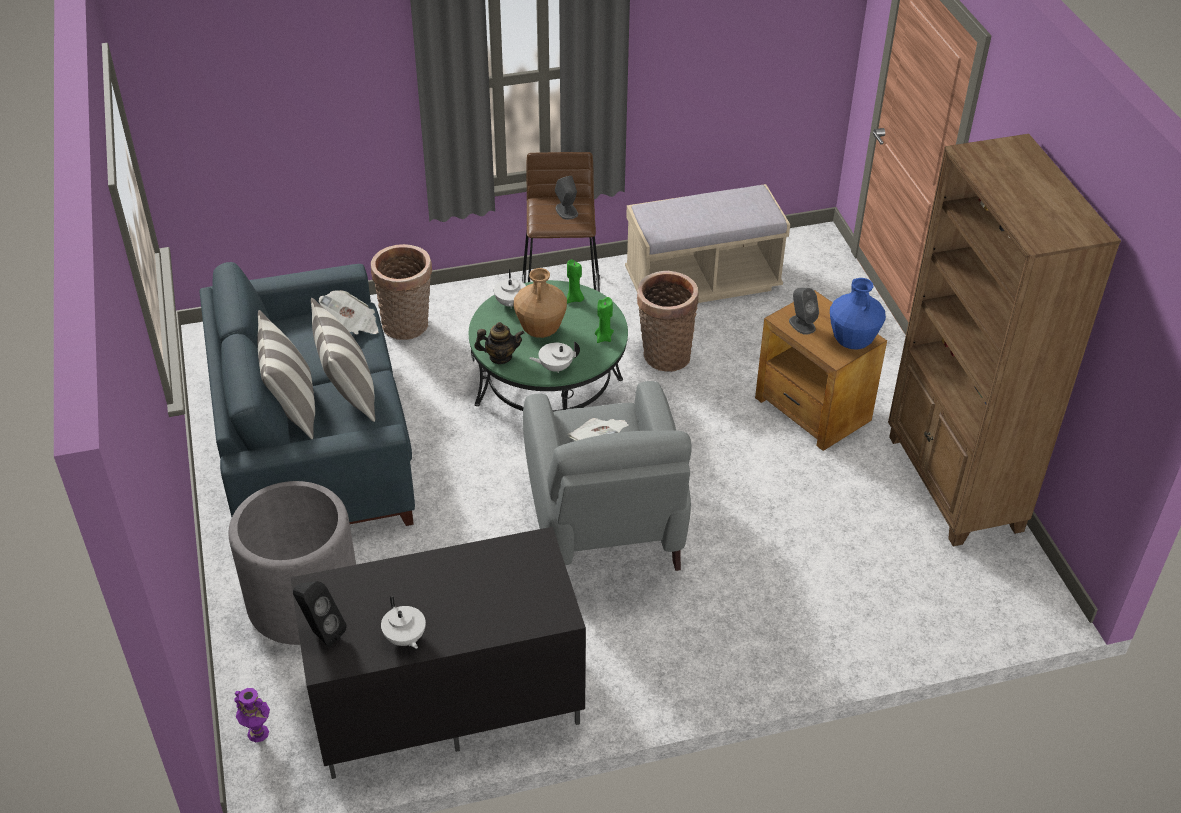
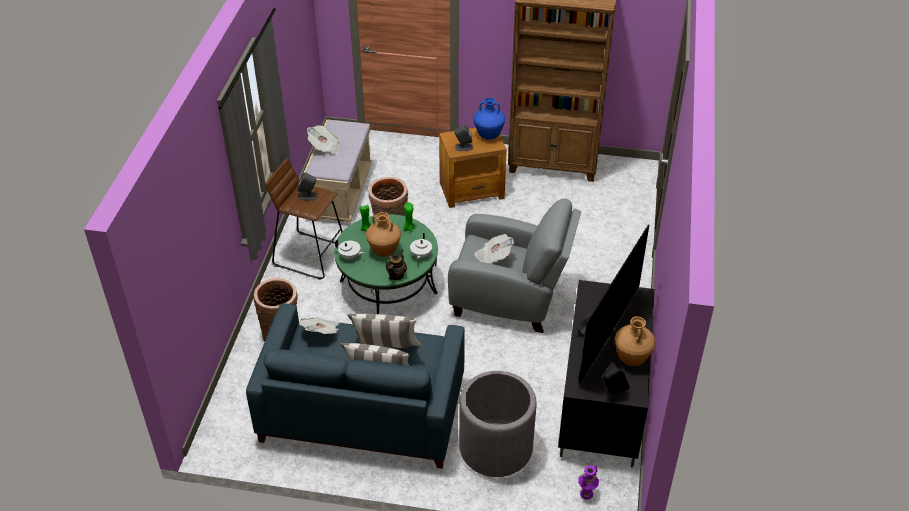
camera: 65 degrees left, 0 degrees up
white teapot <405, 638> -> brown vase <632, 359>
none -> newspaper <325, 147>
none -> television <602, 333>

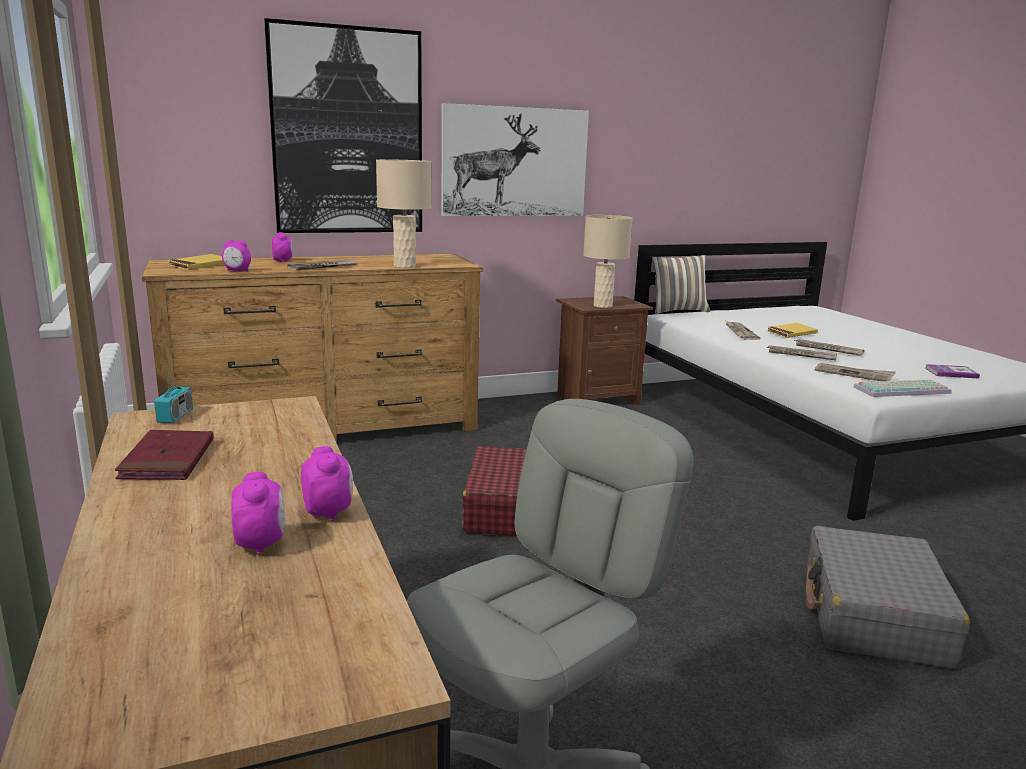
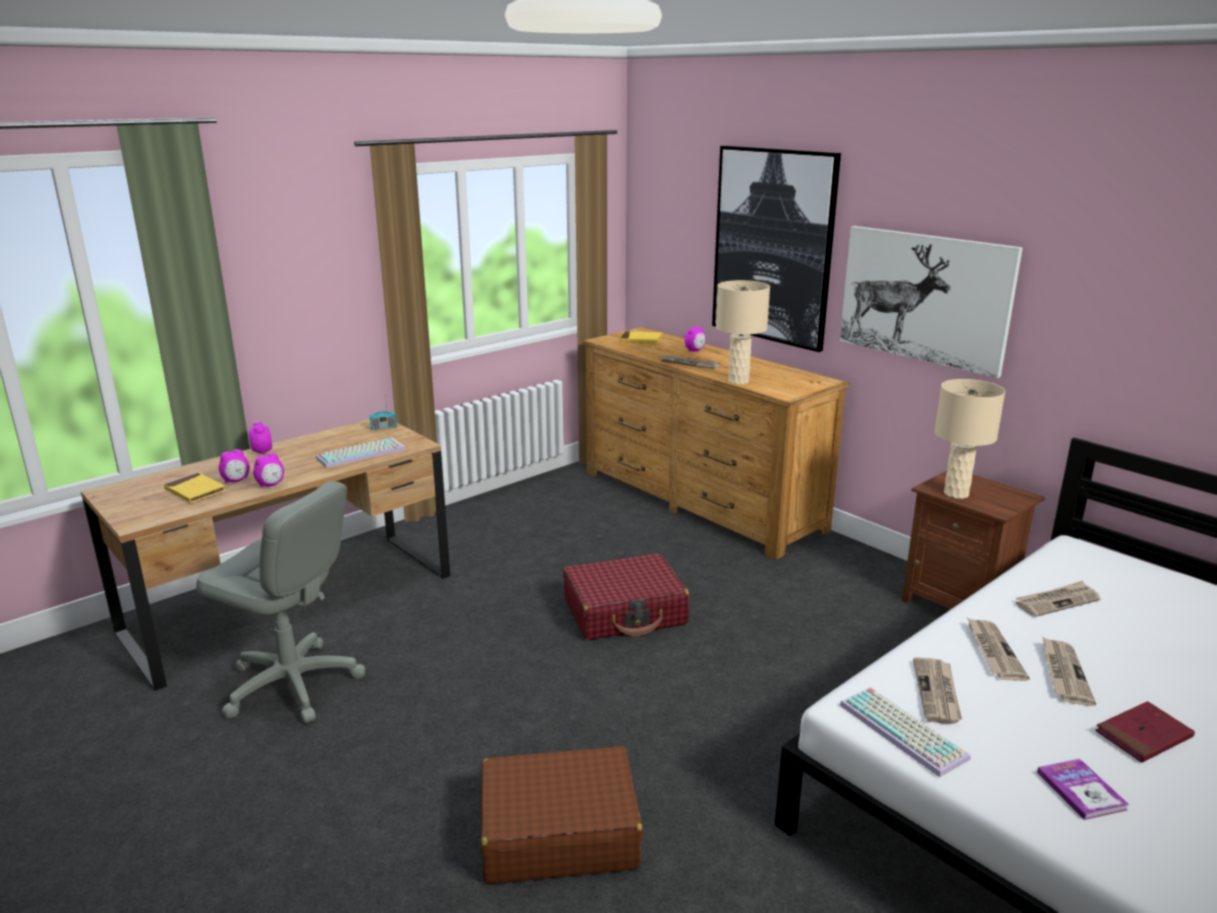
camera: 70 degrees right, 5 degrees up
red book <168, 460> -> red book <1143, 735>, moved
alarm clock <237, 271> -> alarm clock <261, 452>, moved
pillow <677, 311> -> none
yellow book <791, 333> -> yellow book <195, 491>, moved
grey suitcase <873, 615> -> brown suitcase <558, 832>
none -> keyboard <362, 453>

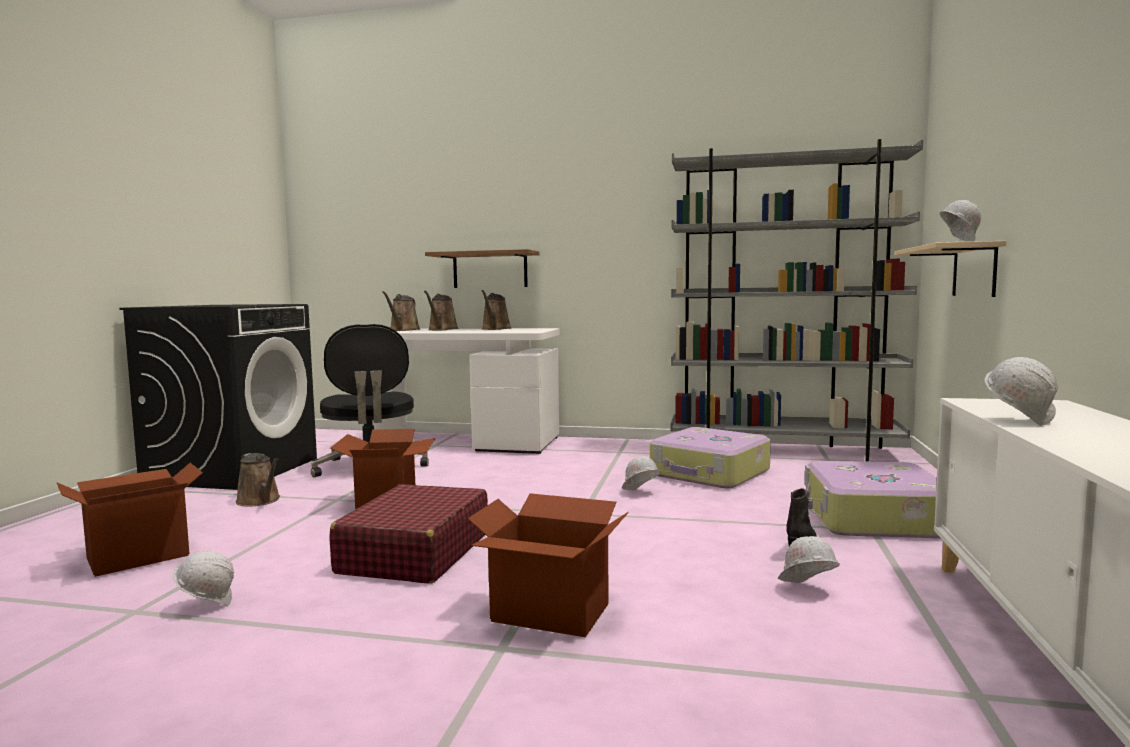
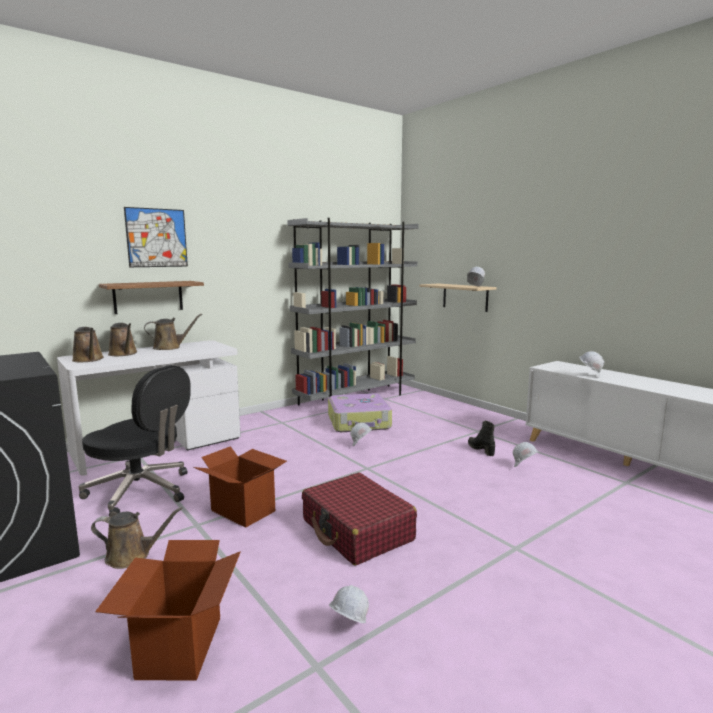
camera: 50 degrees left, 5 degrees up
cardboard box <550, 613> -> none
brown watering can <495, 329> -> brown watering can <169, 347>, 75 degrees counterclockwise
suitcase <873, 518> -> none
none -> picture <156, 238>

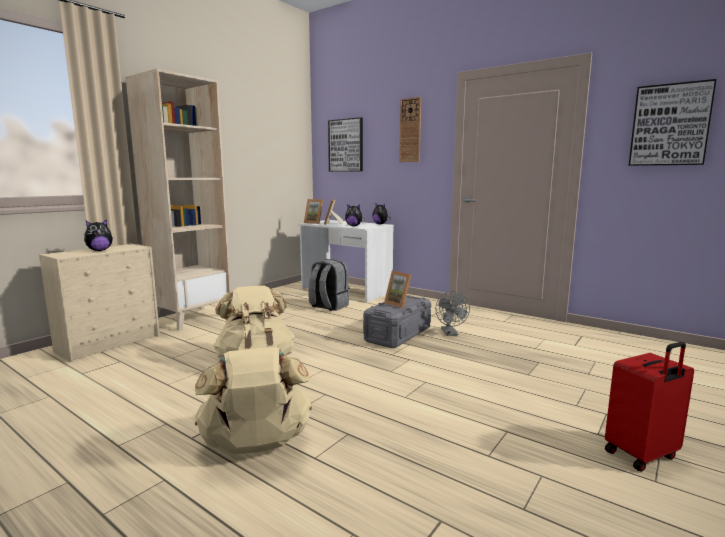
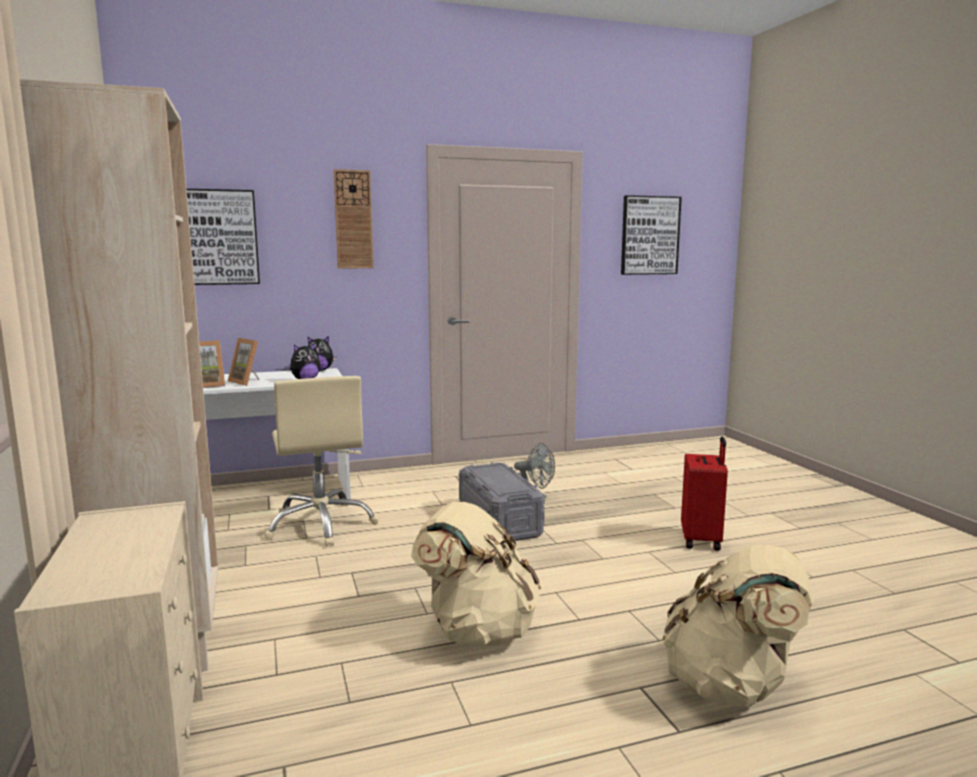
camera: 55 degrees left, 0 degrees up
plush toy <99, 250> -> none
grey backpack <328, 306> -> beige office chair <321, 524>
picture frame <399, 304> -> none
red suitcase <642, 455> -> red suitcase <702, 540>, moved

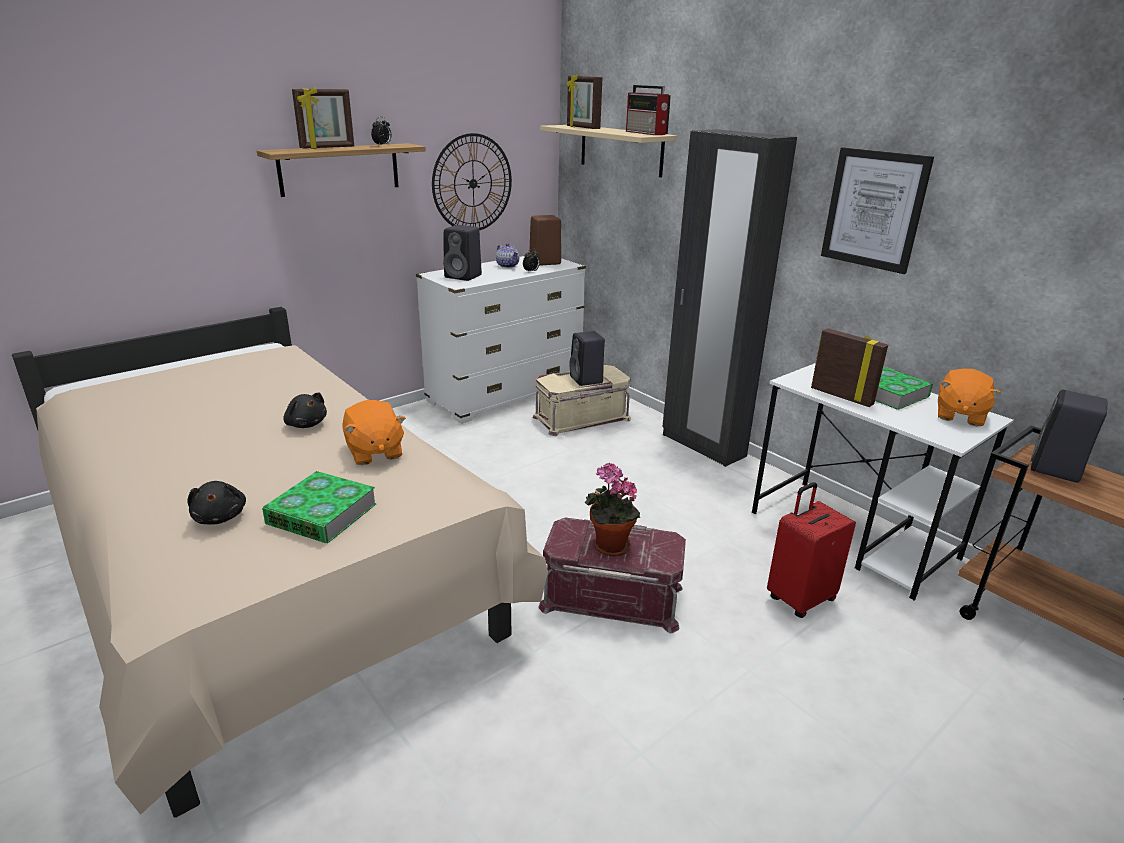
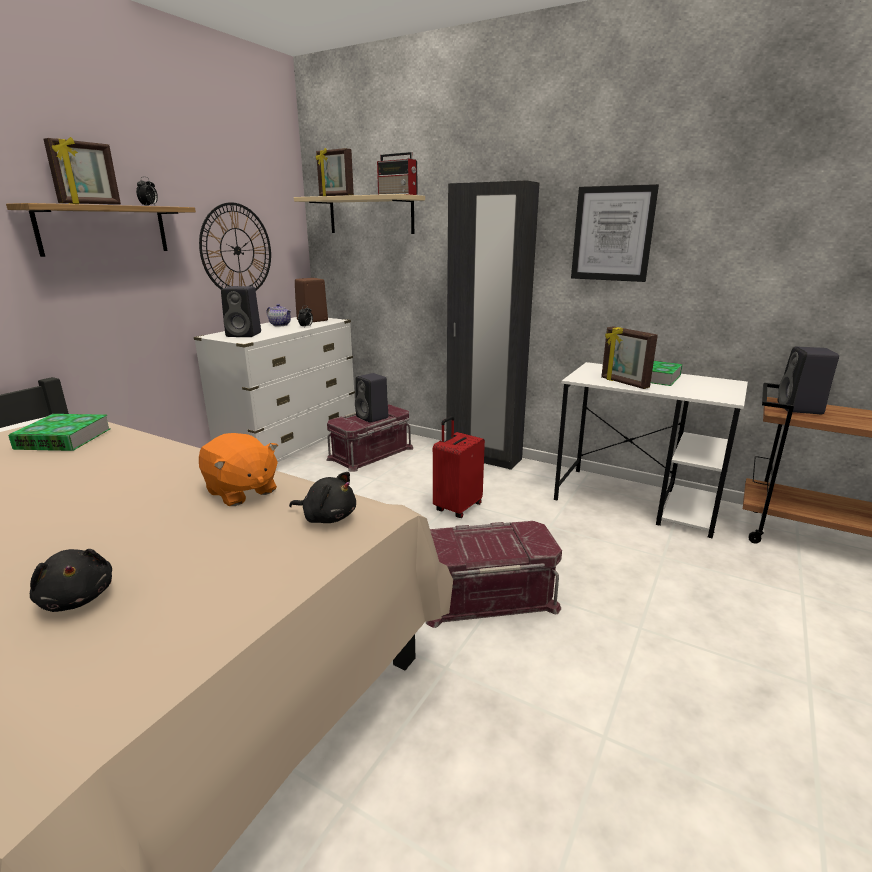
camera: 20 degrees left, 5 degrees down
book <322, 514> -> book <63, 439>, moved
black plush toy <306, 424> -> black plush toy <327, 517>, moved
beige storage box <582, 418> -> red storage box <371, 454>
potted plant <608, 547> -> none
red suitcase <799, 598> -> red suitcase <457, 507>, moved
picture frame <842, 396> -> picture frame <624, 383>, 150 degrees counterclockwise
orange plush toy <959, 415> -> none

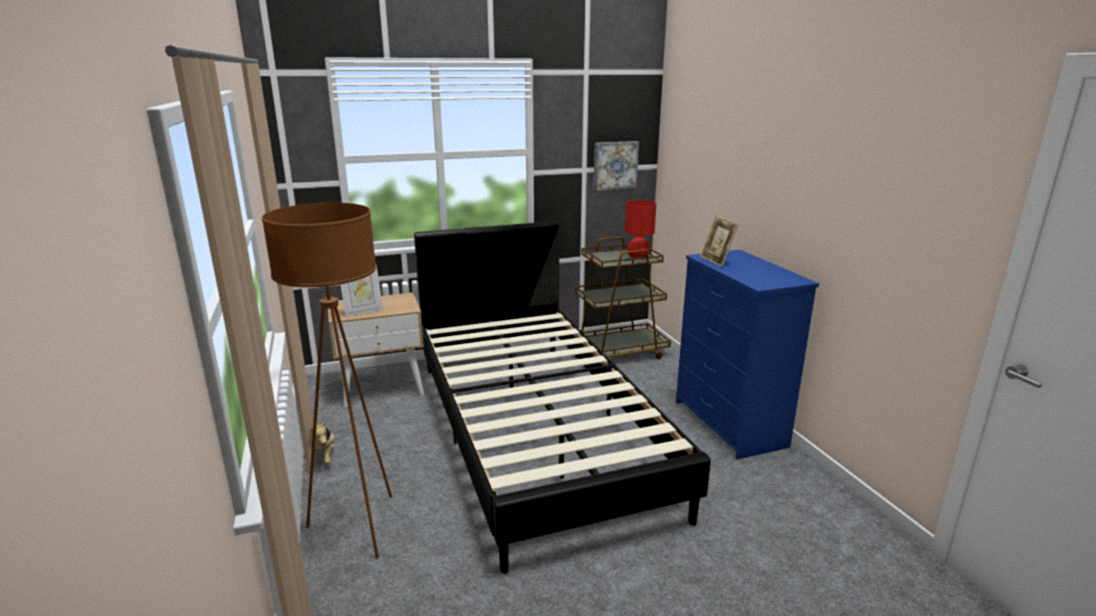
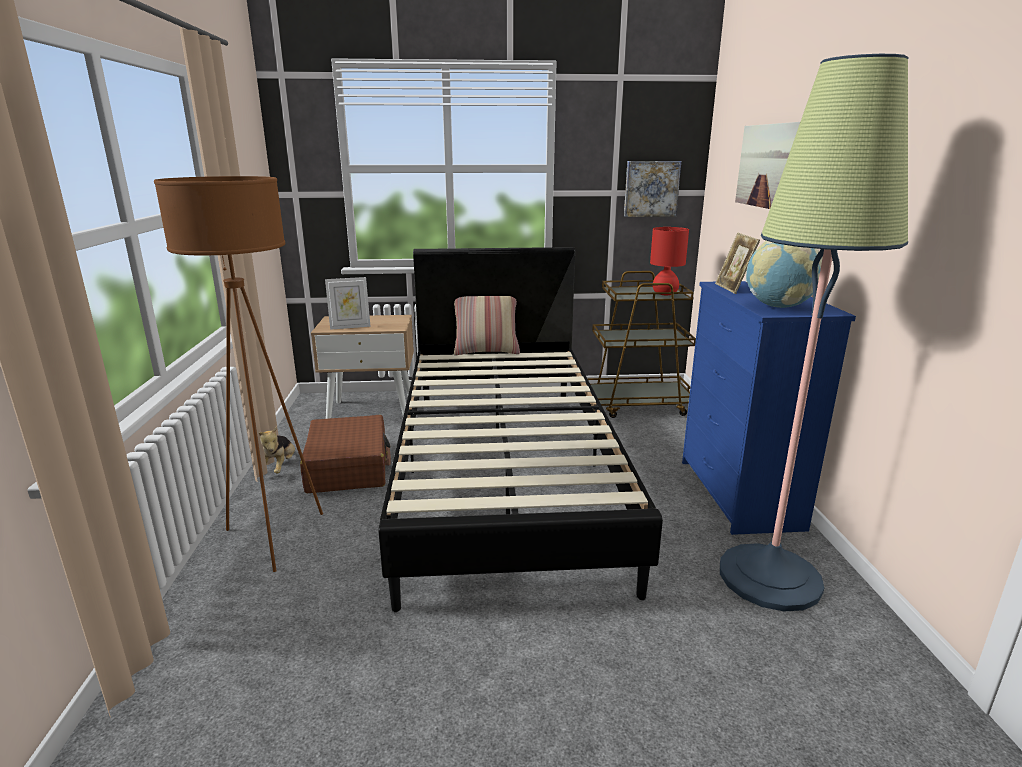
camera: 15 degrees right, 0 degrees up
none -> brown suitcase <348, 467>
none -> pillow <486, 352>
none -> floor lamp <769, 577>
none -> picture <767, 166>
none -> globe <778, 307>

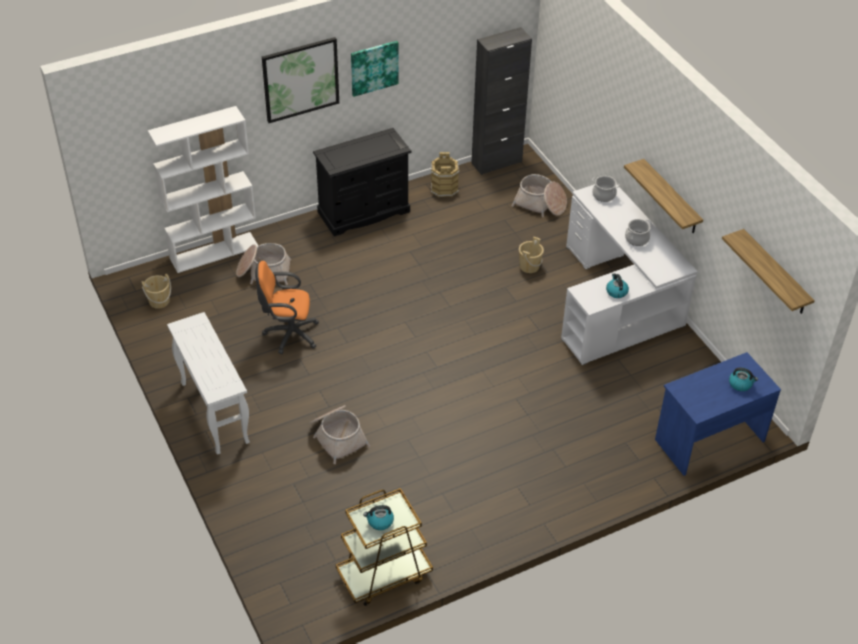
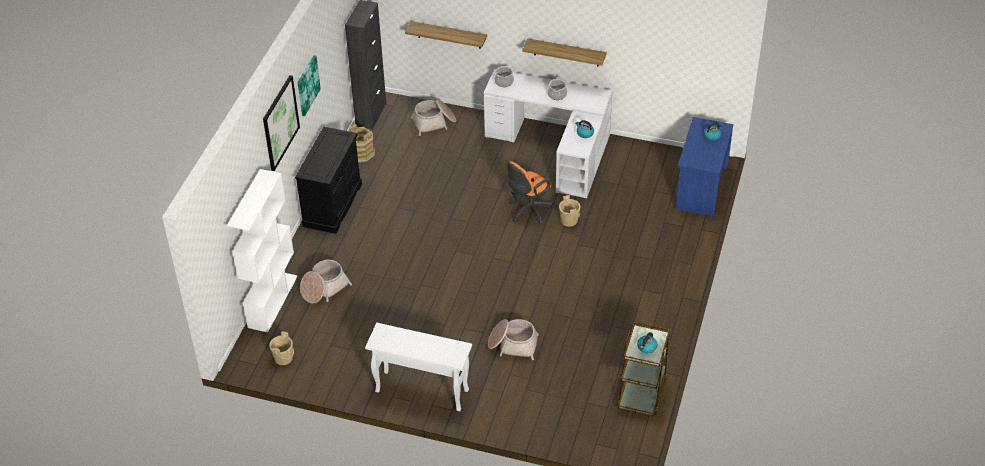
camera: 45 degrees left, 0 degrees up
orange office chair <288, 334> -> orange office chair <528, 211>, moved
beige bucket <529, 266> -> beige bucket <569, 220>, moved
shelf <775, 273> -> shelf <449, 35>, moved

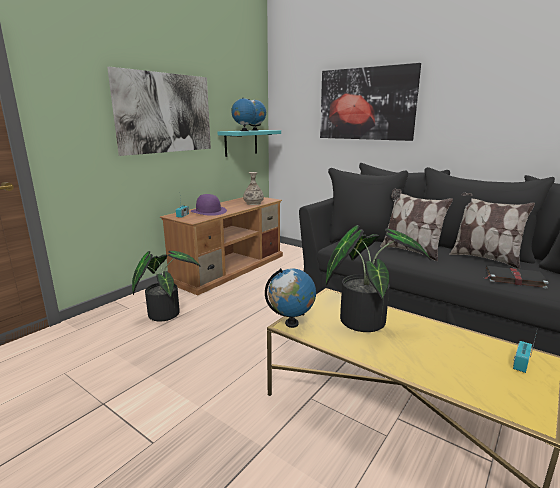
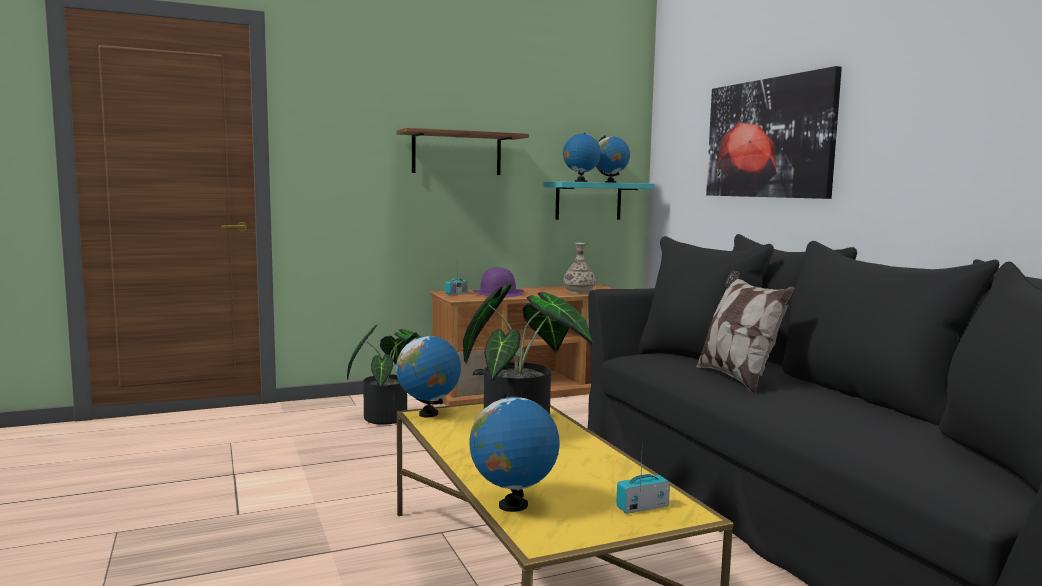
camera: 30 degrees right, 10 degrees down
picture <165, 113> -> shelf <457, 153>
pillow <483, 258> -> none
black book <513, 278> -> none
none -> globe <512, 506>

